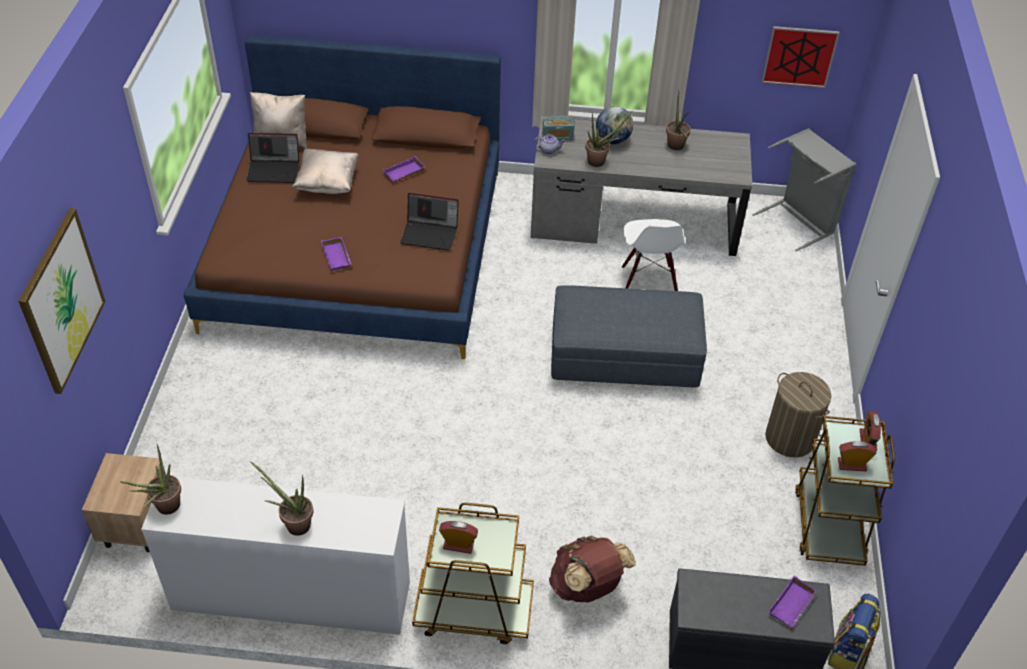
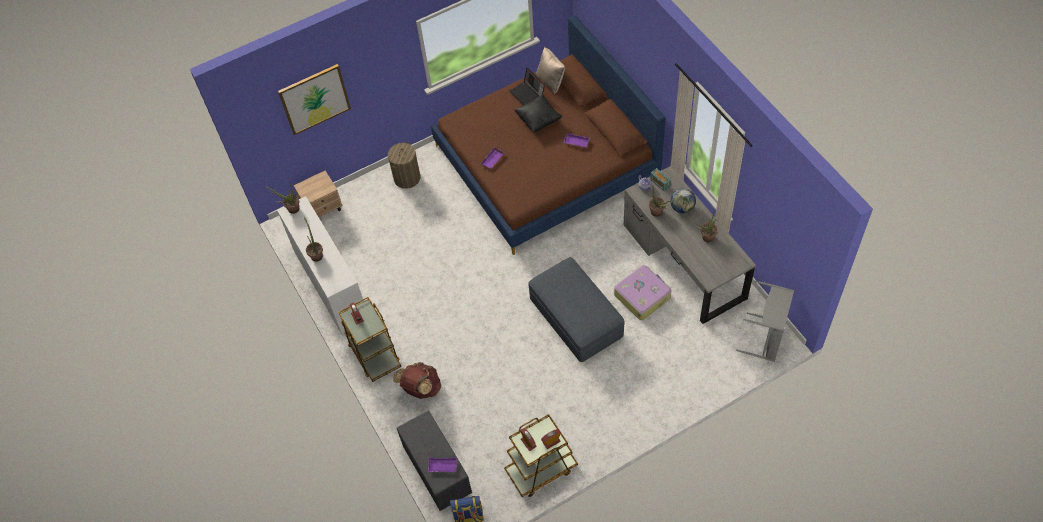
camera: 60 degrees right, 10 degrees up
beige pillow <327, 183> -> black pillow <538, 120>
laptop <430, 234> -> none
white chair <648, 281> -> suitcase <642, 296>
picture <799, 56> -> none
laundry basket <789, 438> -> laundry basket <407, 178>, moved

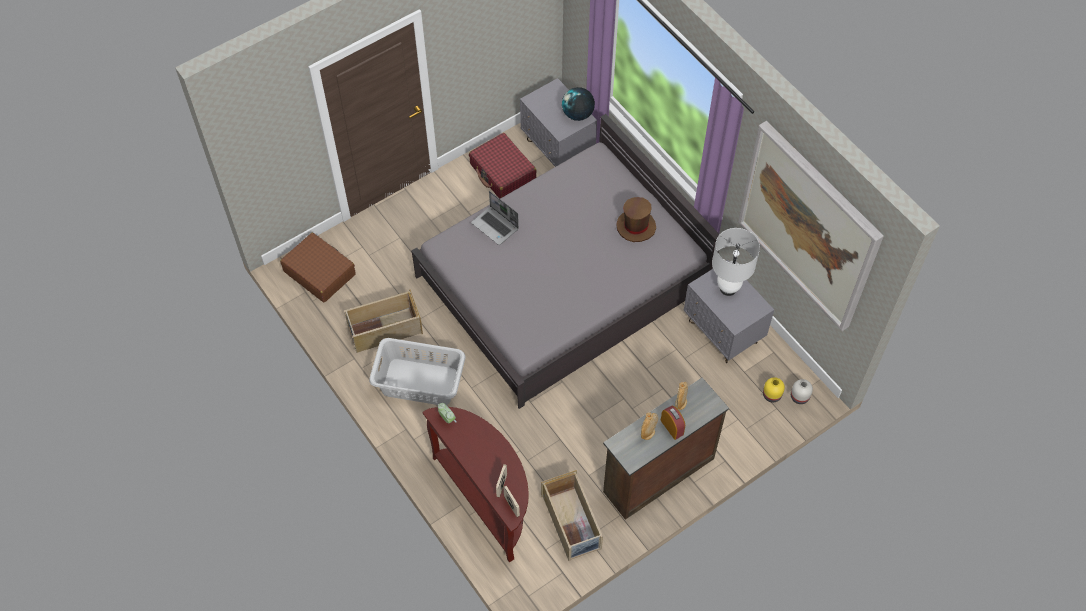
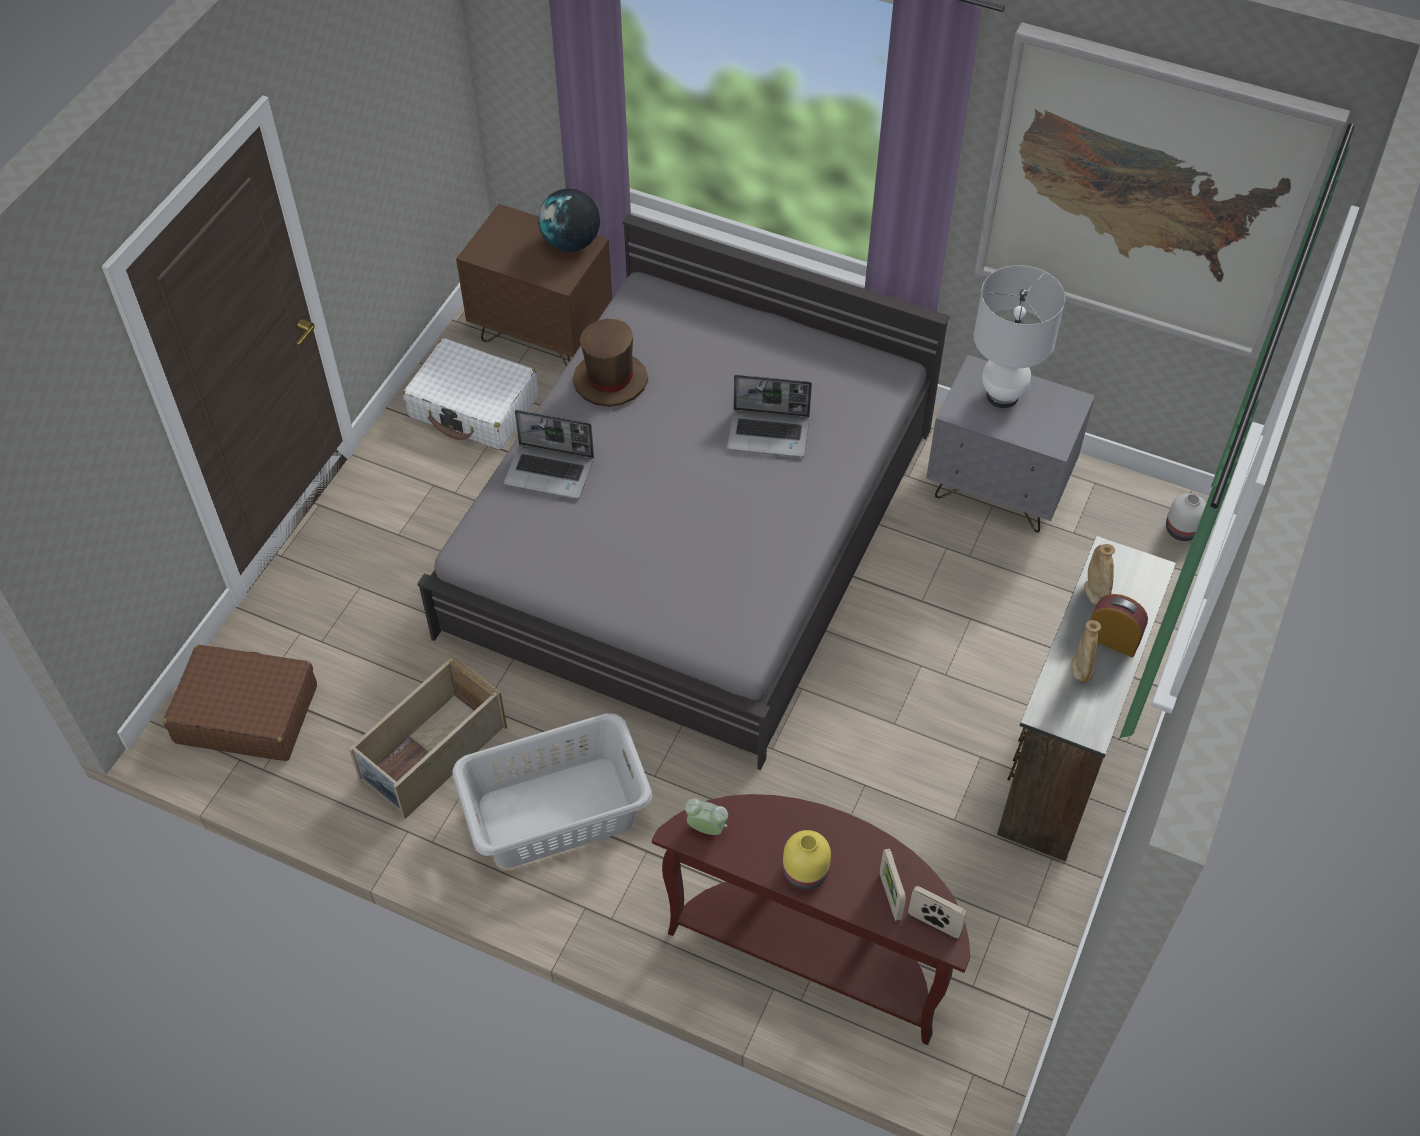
camera: 30 degrees left, 5 degrees down
red suitcase <503, 173> -> white suitcase <474, 407>
grey nightstand <558, 150> -> brown nightstand <543, 335>
beige storage box <572, 522> -> none
brown hat <635, 226> -> brown hat <610, 380>, moved
yellow vase <772, 395> -> yellow vase <805, 871>, moved
none -> laptop <769, 433>

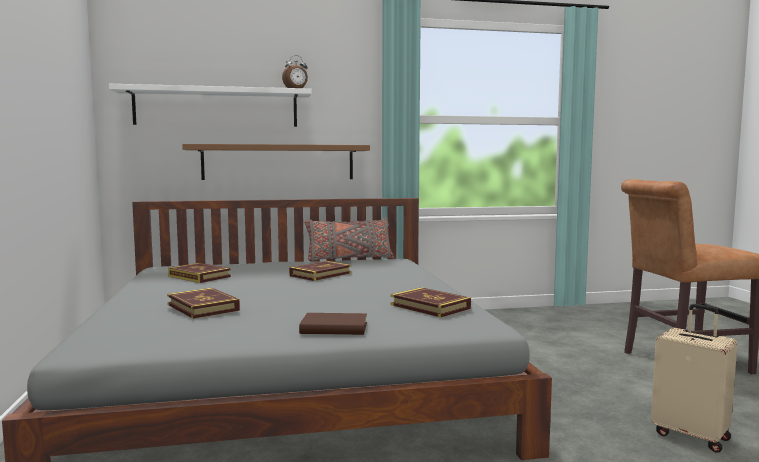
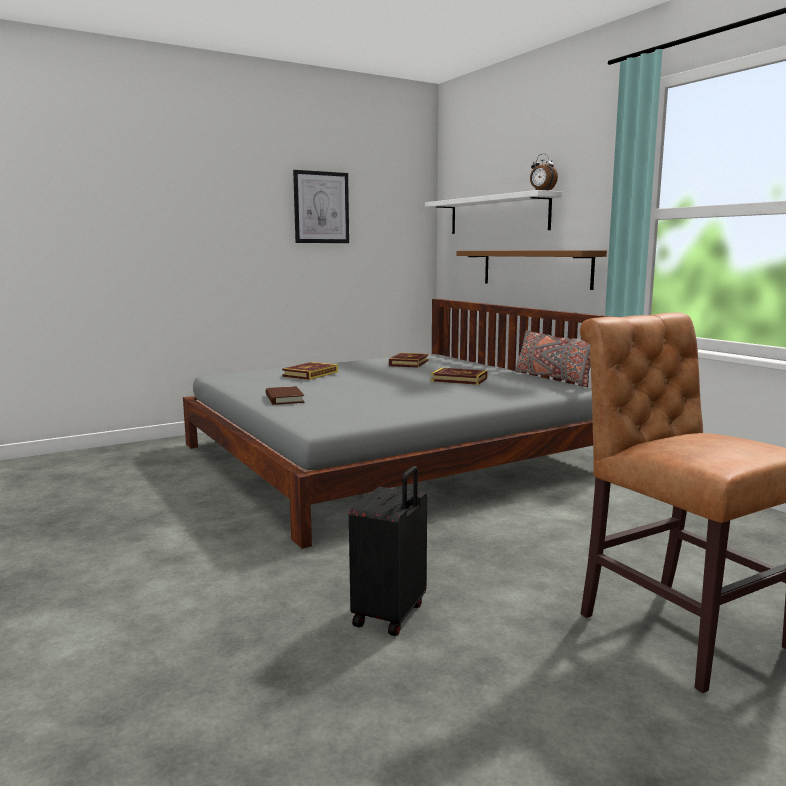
camera: 70 degrees right, 5 degrees up
book <430, 307> -> none
beige suitcase <691, 435> -> black suitcase <391, 615>
none -> picture <321, 207>

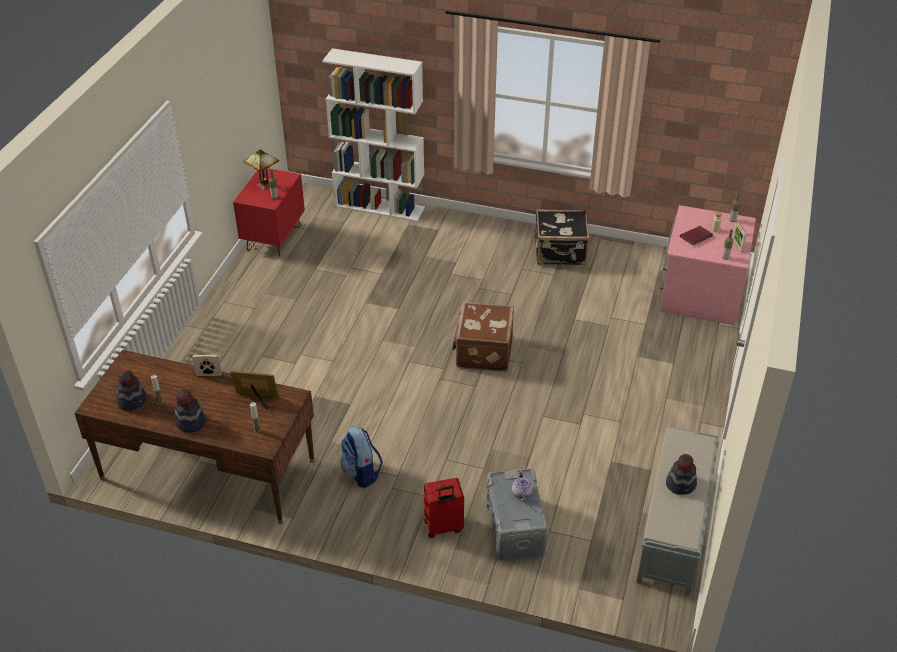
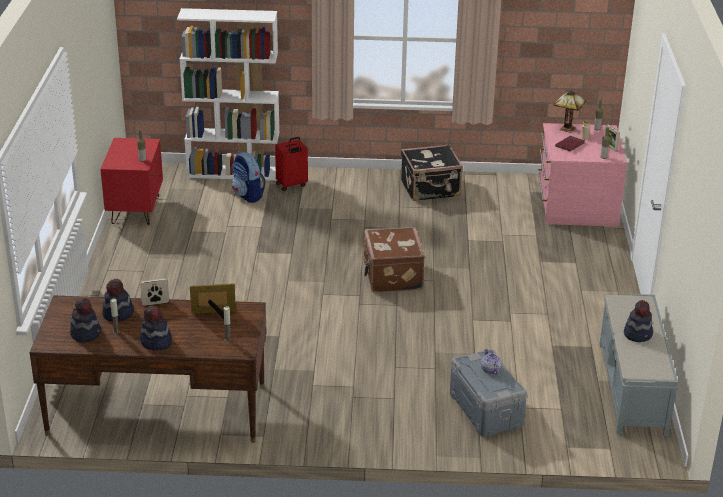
camera: 15 degrees left, 10 degrees down
table lamp <263, 185> -> table lamp <566, 129>, moved
backpack <362, 473> -> backpack <248, 195>, moved
red suitcase <443, 527> -> red suitcase <291, 185>, moved
none -> hat <118, 314>

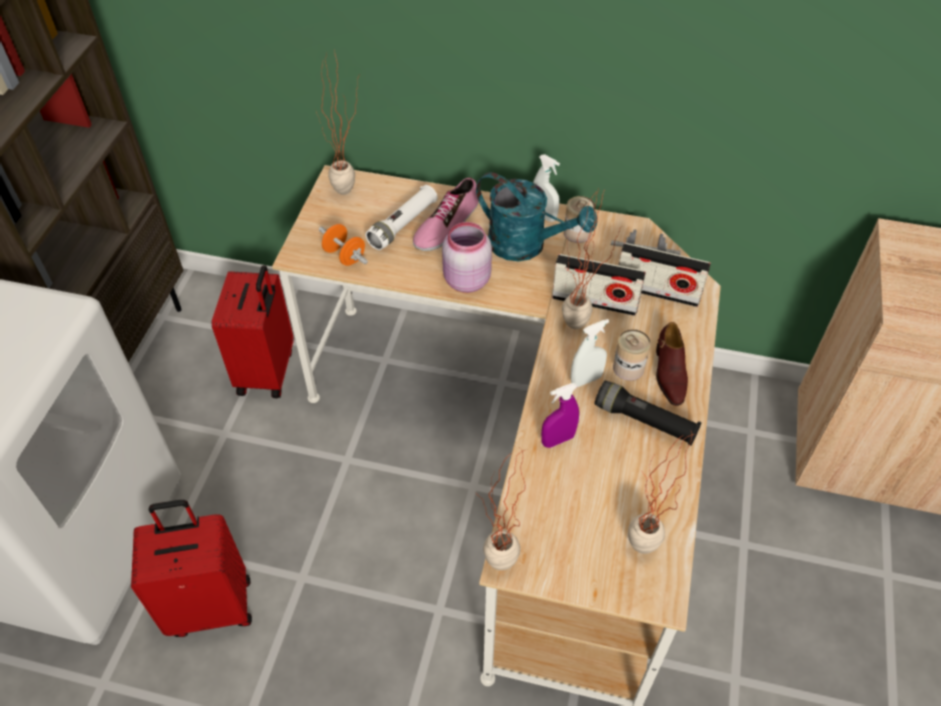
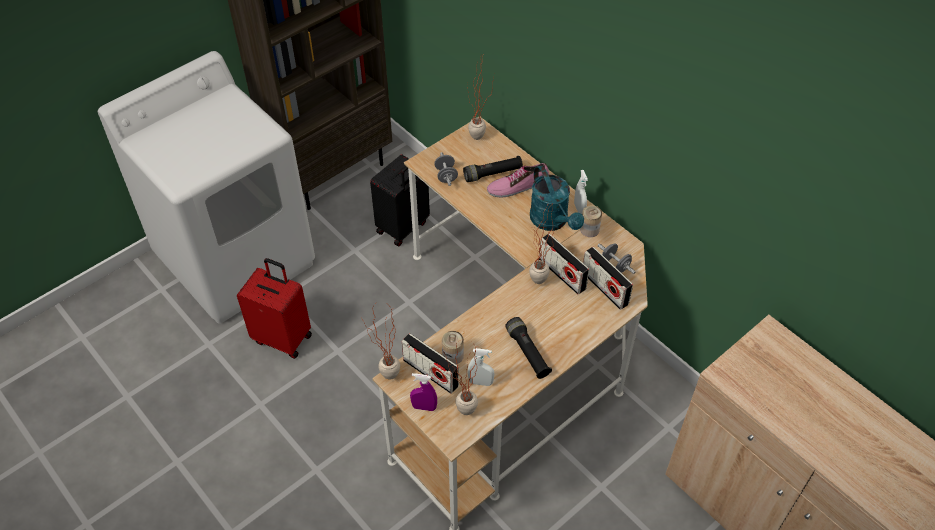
camera: 35 degrees right, 0 degrees up
red suitcase <268, 371> -> black suitcase <403, 227>
orange dumbbell <345, 256> -> grey dumbbell <446, 176>
white flashlight <403, 225> -> black flashlight <492, 174>
pink jar <465, 280> -> none
purple spray bottle <558, 440> -> purple spray bottle <424, 407>, moved
white spray bottle <586, 379> -> white spray bottle <480, 382>, moved
can <628, 368> -> can <453, 355>, moved
brown shoe <669, 373> -> none
none -> radio <430, 373>

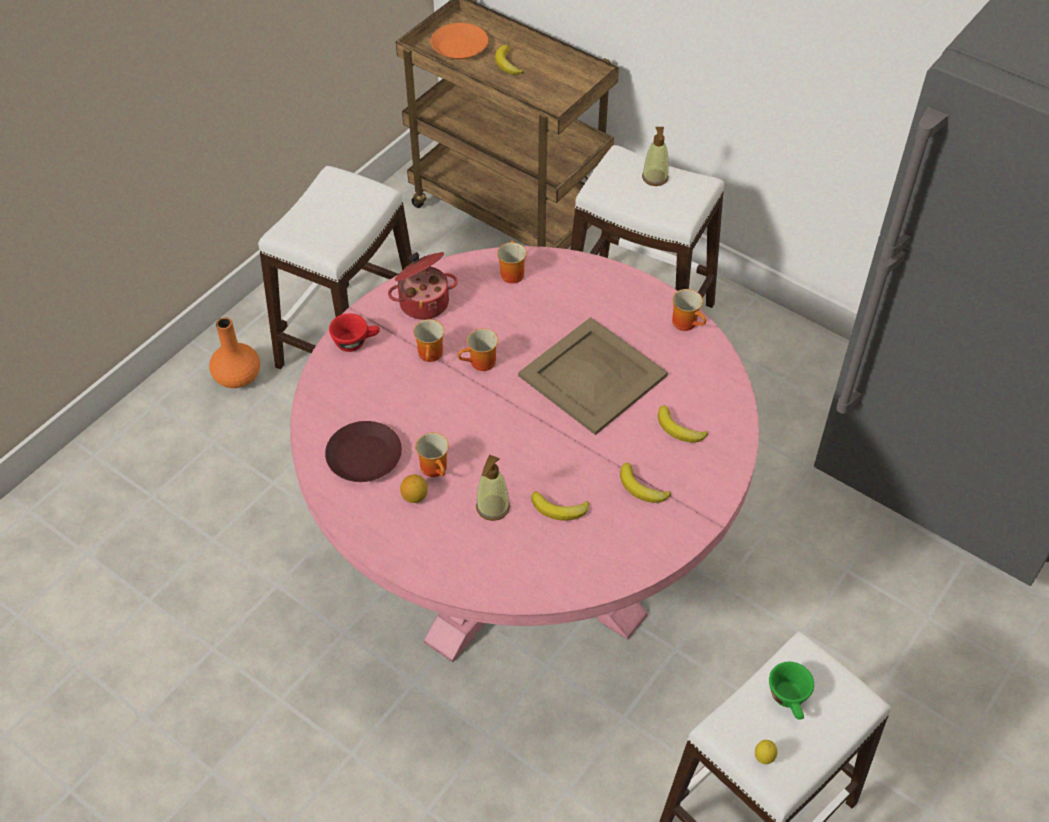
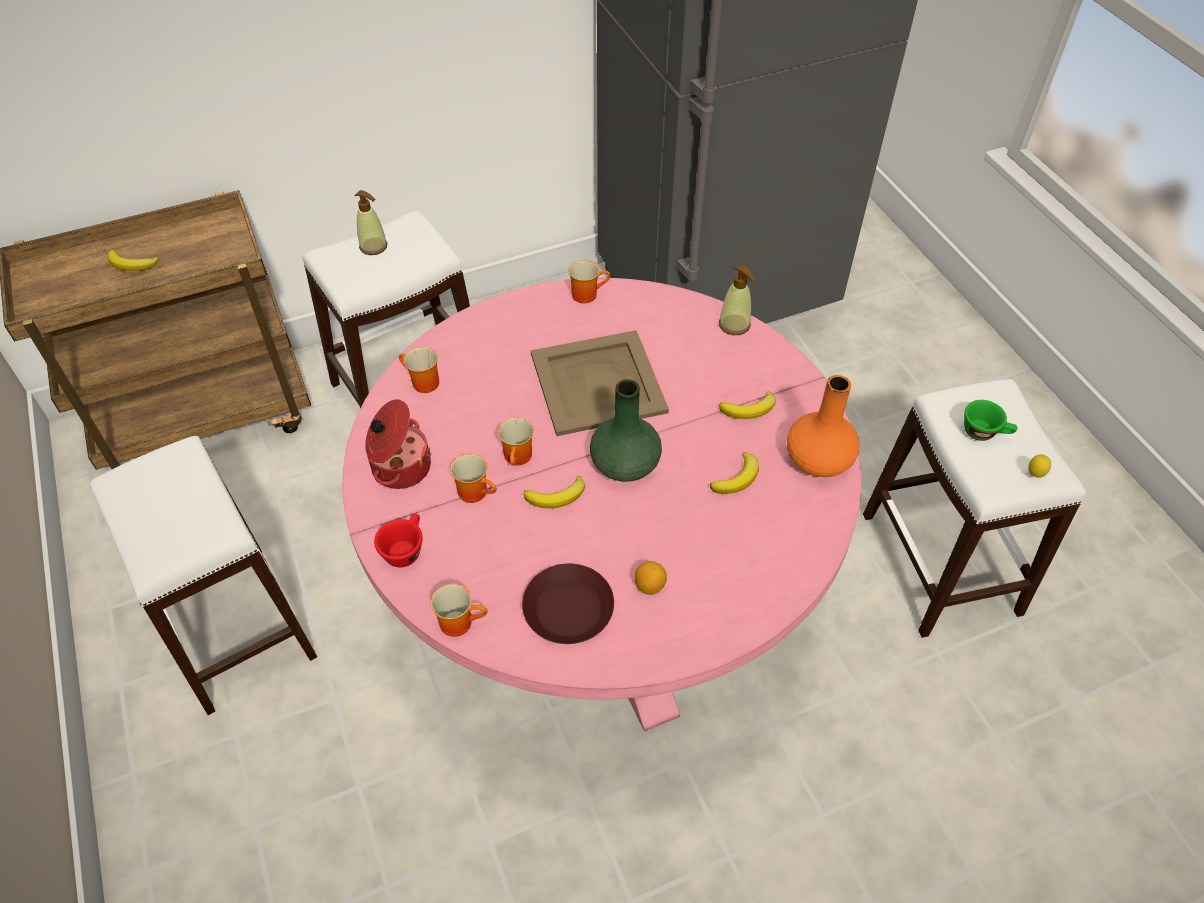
camera: 60 degrees left, 0 degrees up
orange vase <238, 377> -> orange vase <819, 460>, moved
mug <437, 468> -> mug <460, 621>, moved
orange plate <459, 46> -> none
soap dispenser <492, 507> -> soap dispenser <734, 325>, moved
banana <679, 429> -> banana <557, 496>, moved
none -> green vase <625, 464>

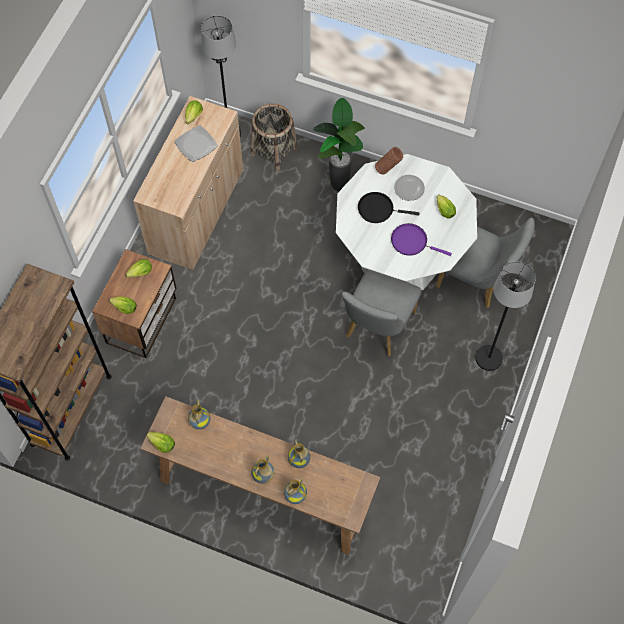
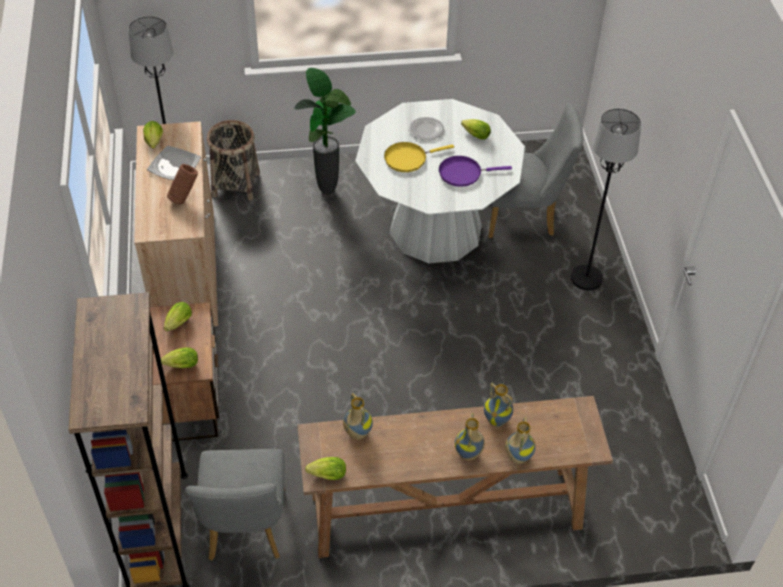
camera: 30 degrees left, 15 degrees down
grey chair <377, 328> -> grey chair <245, 531>, moved
black frying pan <378, 209> -> yellow frying pan <408, 158>
brown vase <388, 169> -> brown vase <184, 198>, moved

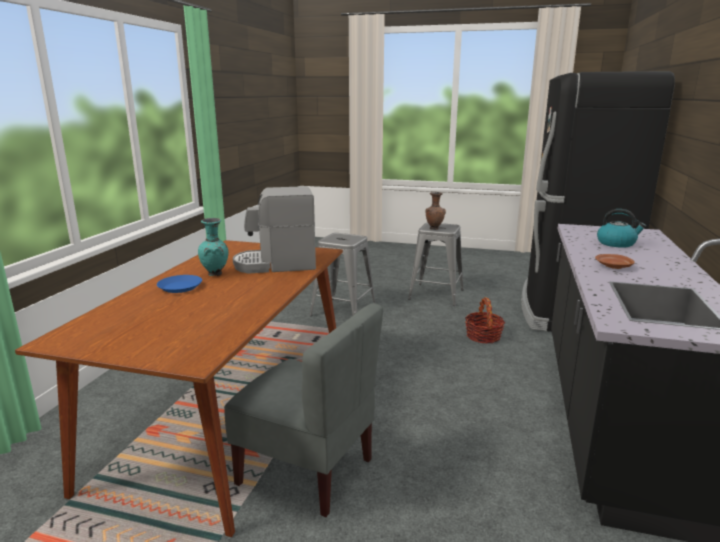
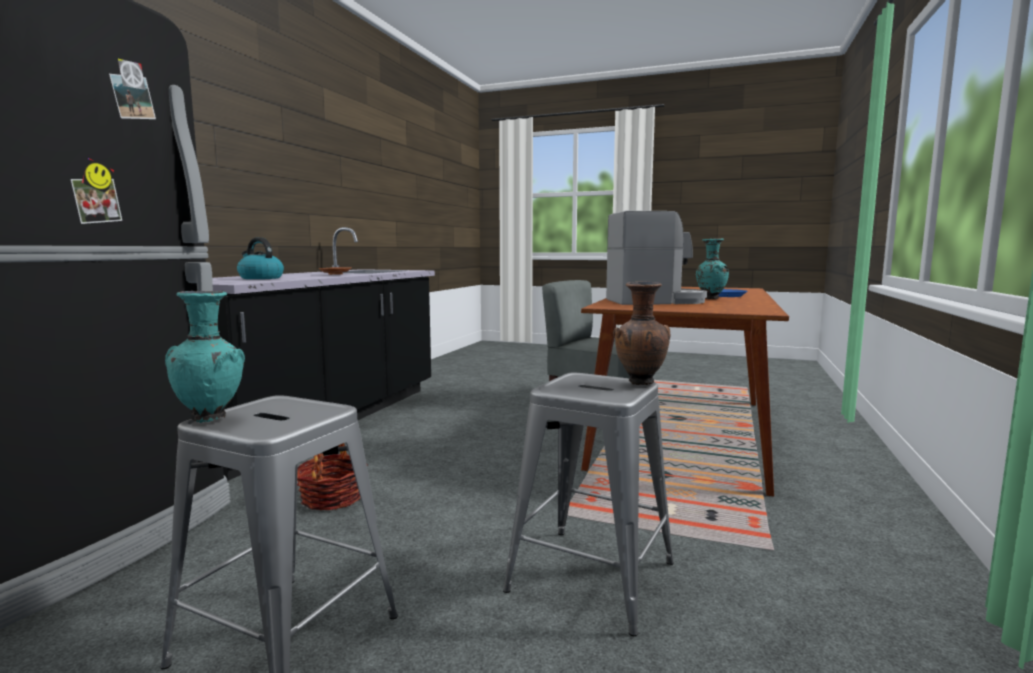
camera: 175 degrees left, 10 degrees down
brown vase <434, 228> -> brown vase <640, 383>, moved
none -> turquoise vase <212, 418>

